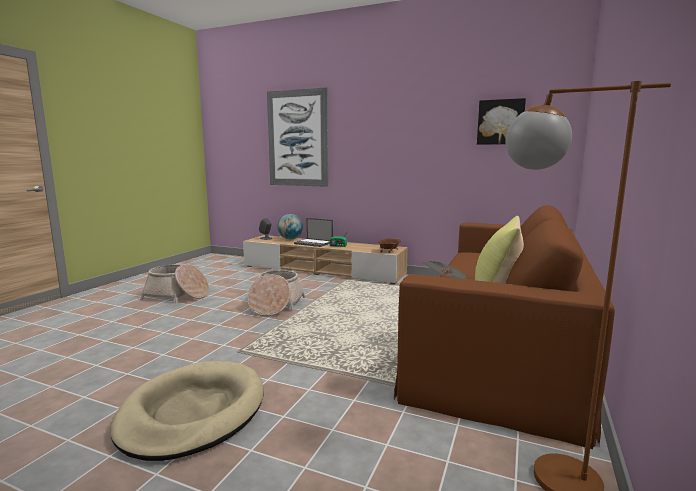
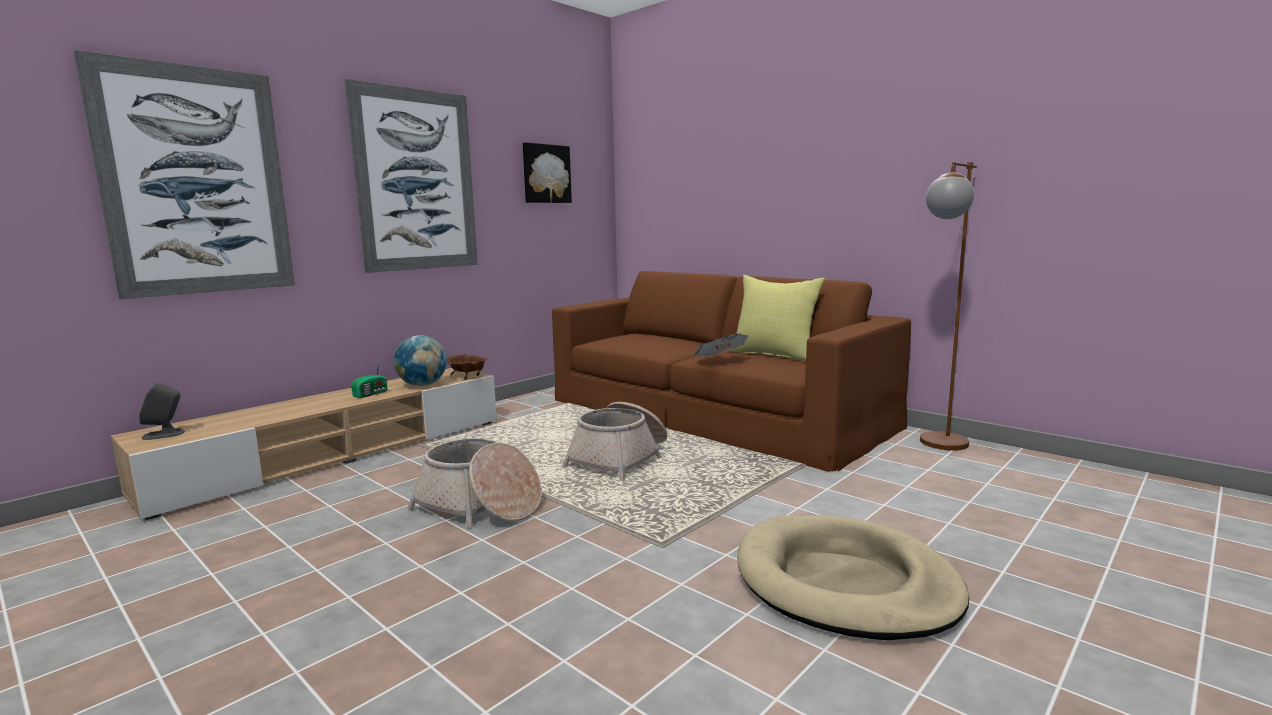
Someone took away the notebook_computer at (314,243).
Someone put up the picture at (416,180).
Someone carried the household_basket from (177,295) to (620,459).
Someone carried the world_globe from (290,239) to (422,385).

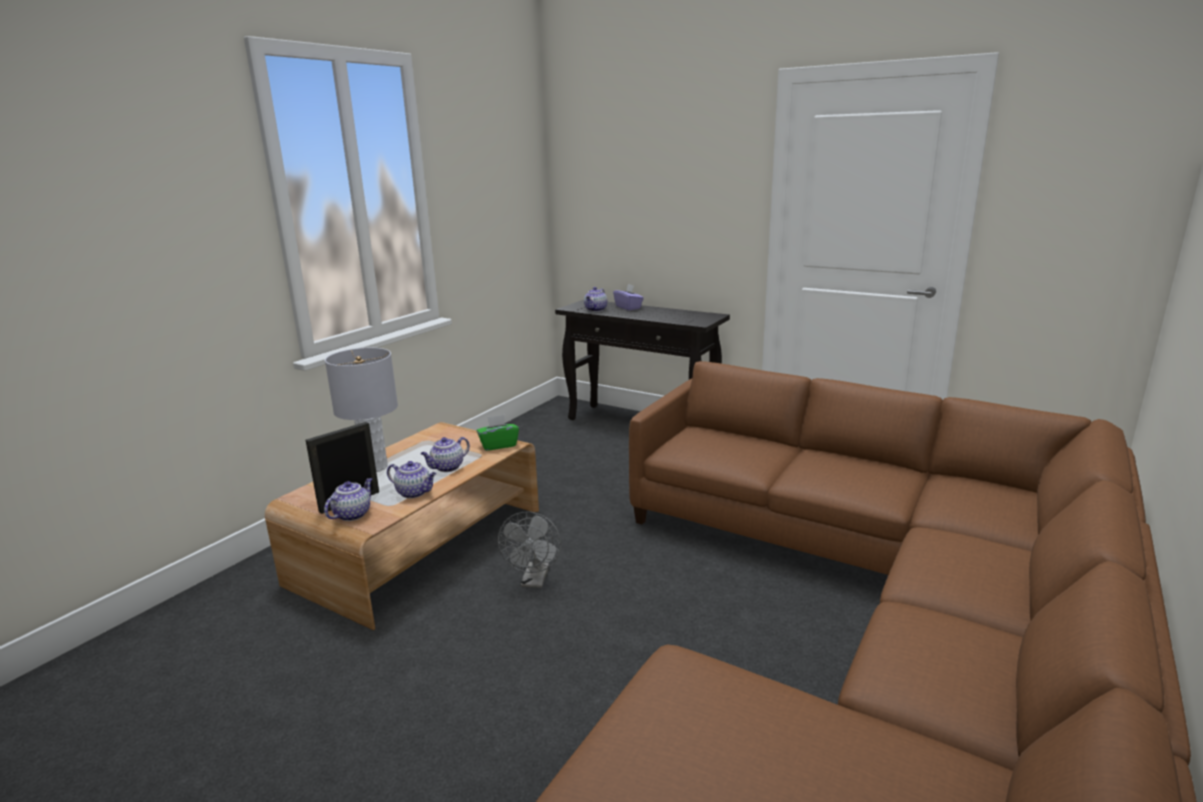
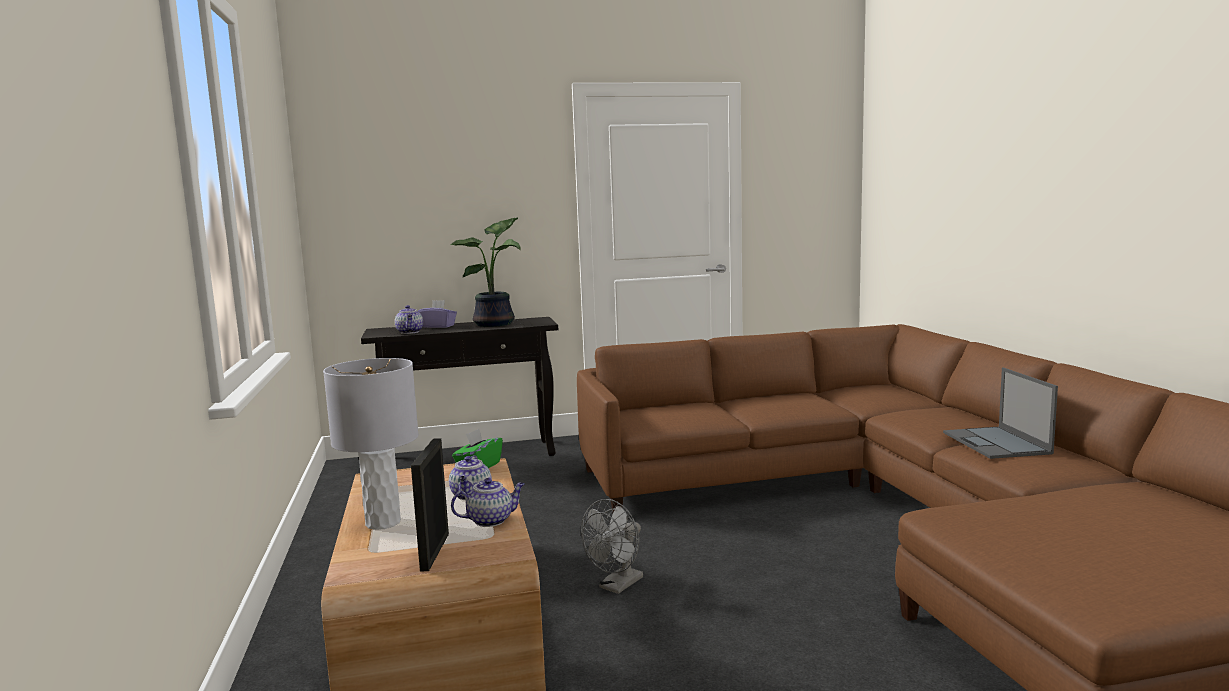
Someone took away the teapot at (352,514).
Someone put down the plant_in_a_pot at (497,324).
Someone put down the notebook_computer at (997,443).
Someone rotated the gray_fan at (534,581) by 75 degrees clockwise.

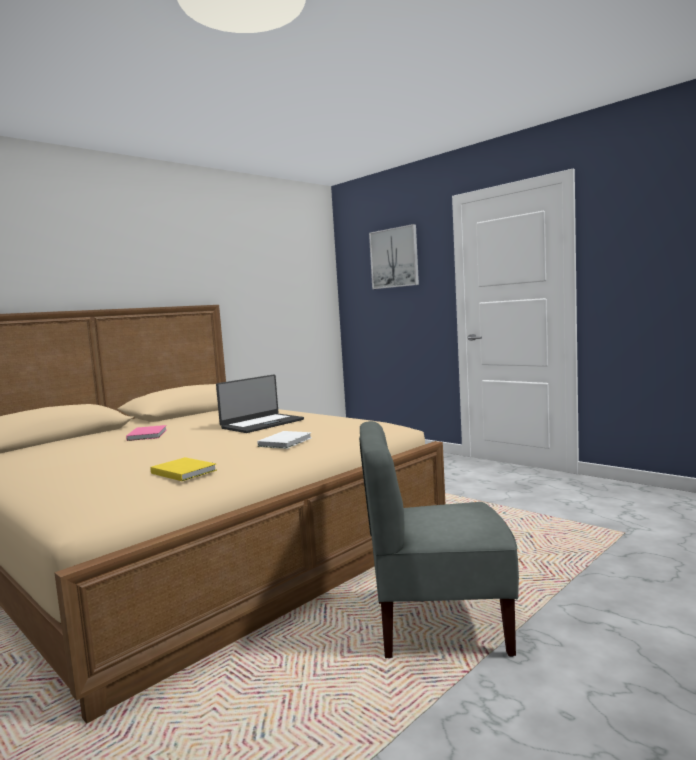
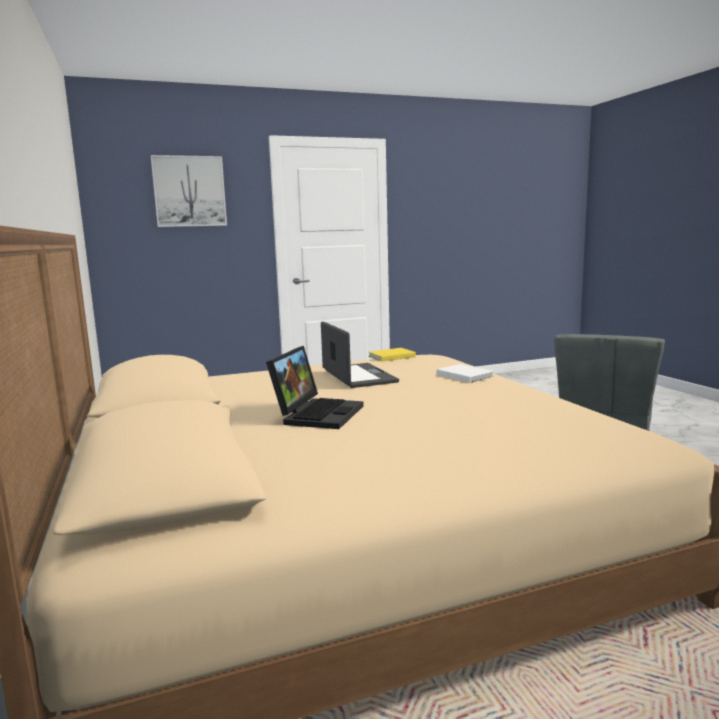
Someone carried the yellow-coloured_bound_book from (183,471) to (390,356).
Someone swapped the pink-coloured_bound_book at (148,435) for the notebook_computer at (317,413).

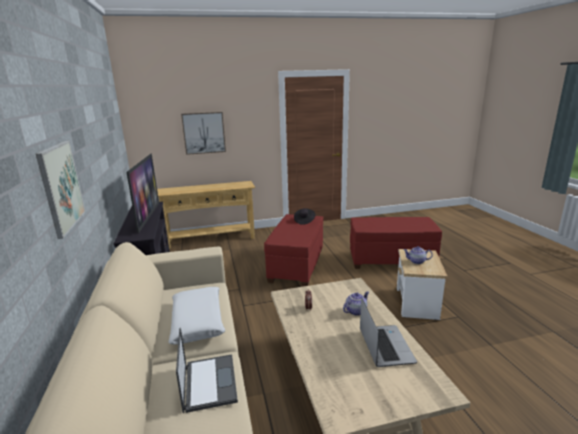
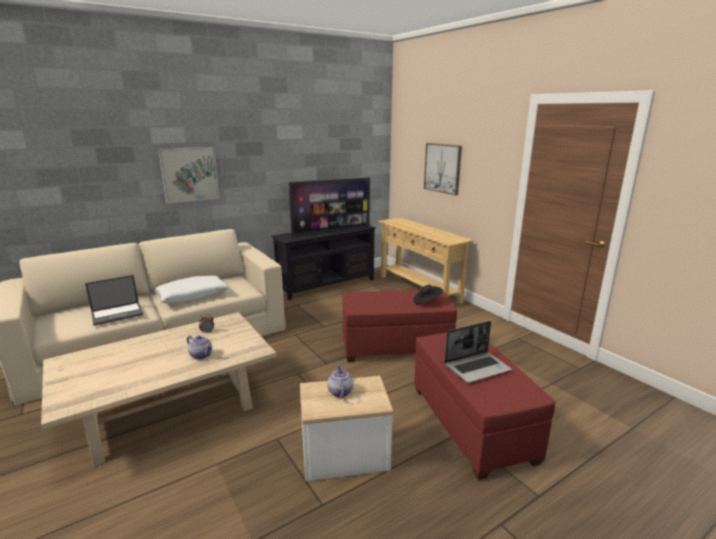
Someone carried the notebook_computer from (384,346) to (477,367).

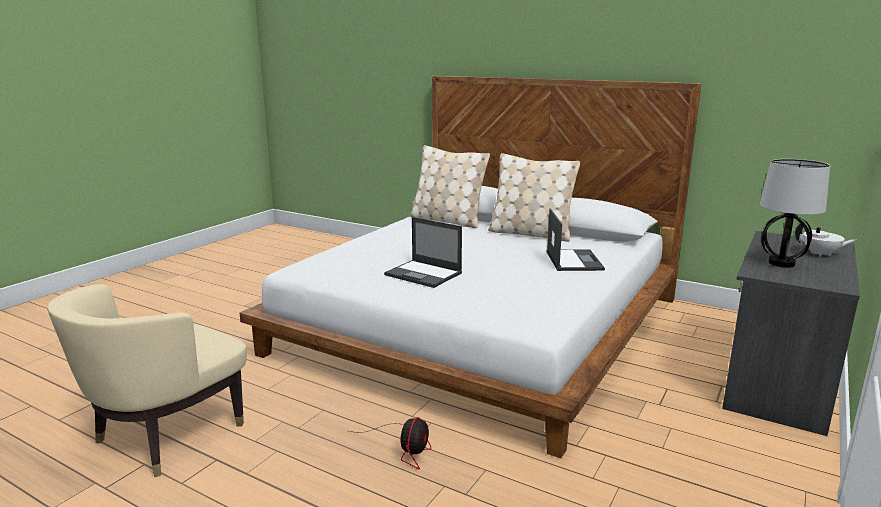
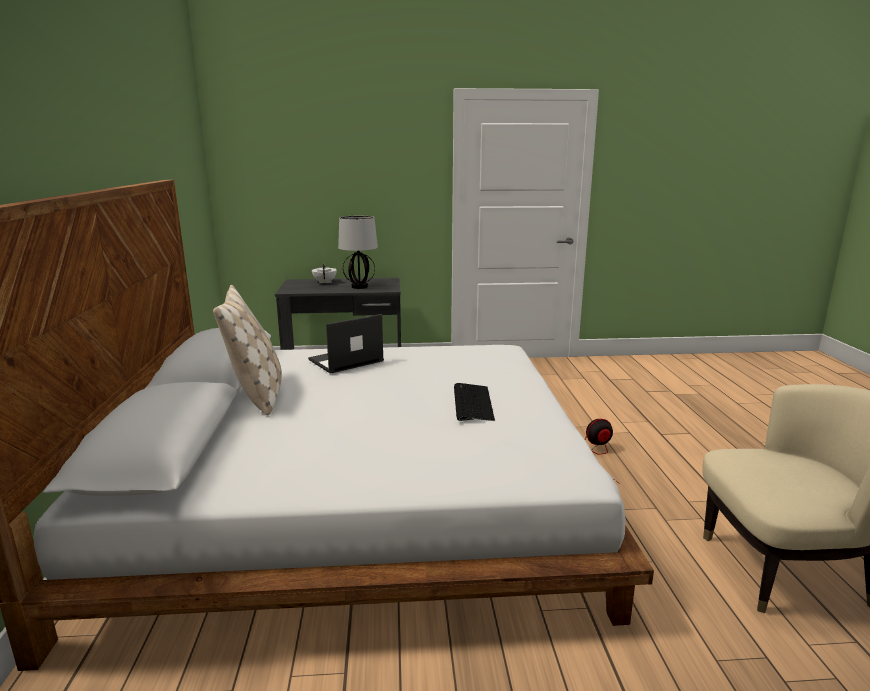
Someone took away the sand-coloured_cushion at (447,220).
Someone swapped the notebook_computer at (424,274) for the computer_keyboard at (472,403).

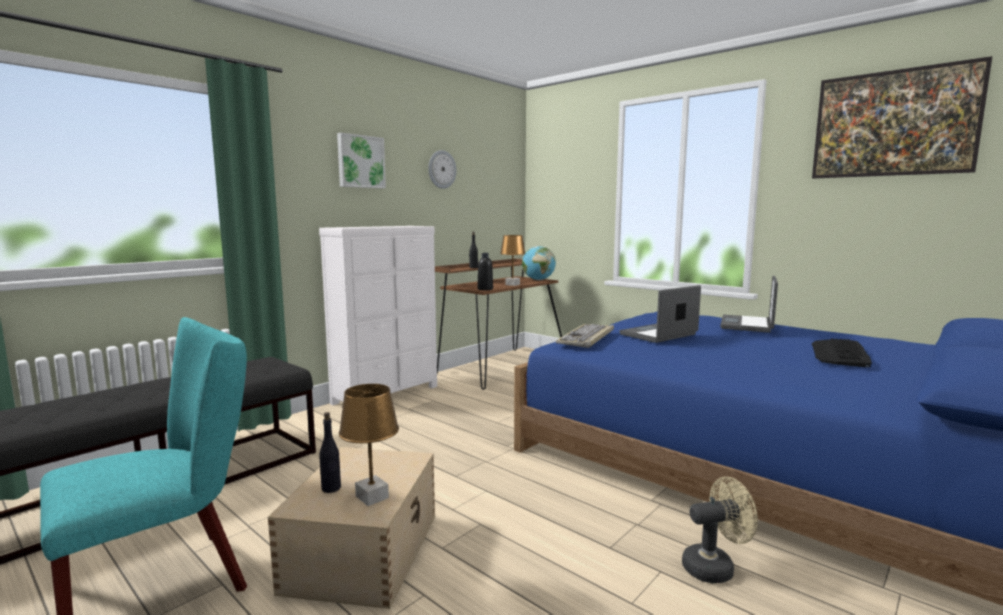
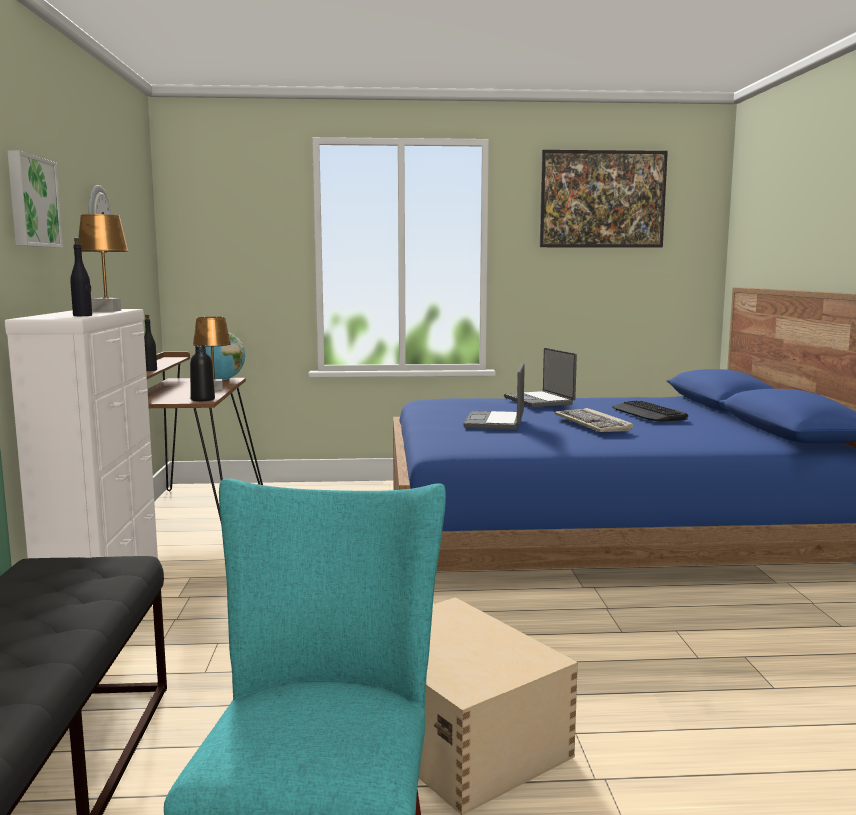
Someone took away the sand-coloured_fan at (715,567).
Someone carried the black_drink_bottle from (331,488) to (83,315).
Someone carried the brown_table_lamp from (372,497) to (107,311).
Someone carried the computer_keyboard from (587,338) to (593,424).

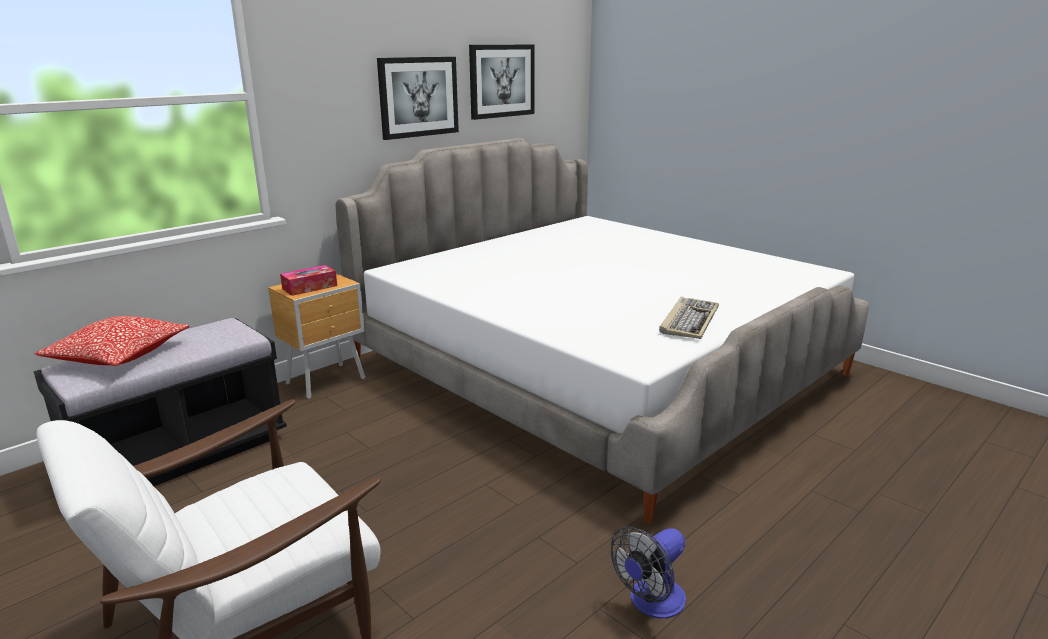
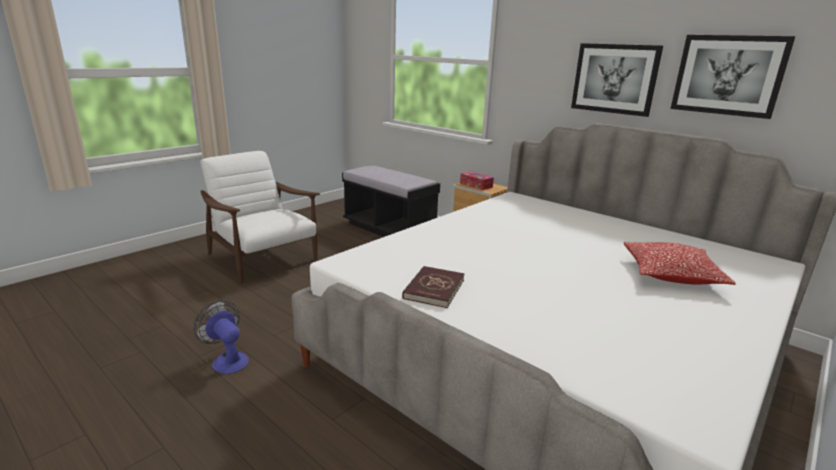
Someone carried the cushion from (119,355) to (671,275).
Someone swapped the computer_keyboard at (689,320) for the reddish_bound_book at (434,289).

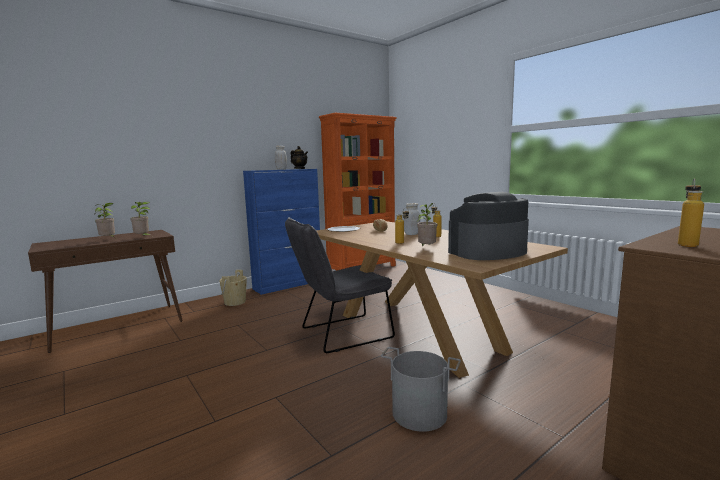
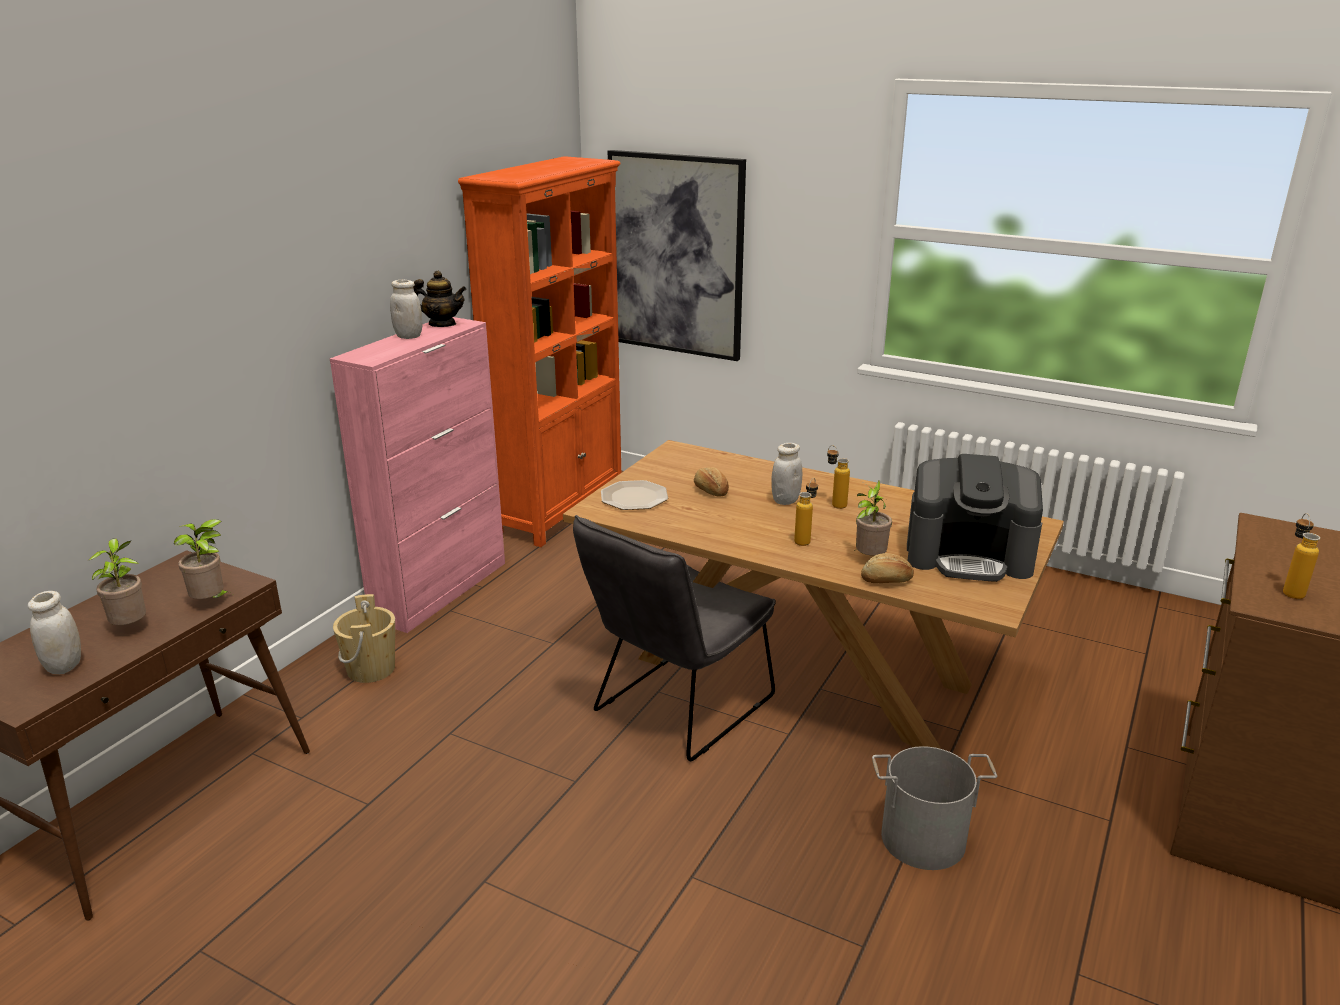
Someone put down the white_storage_jar at (64,666).
Someone put up the picture at (676,255).
Someone put down the bakery_bread at (887,580).
Someone repainted the blue-coloured_cabinet at (288,285), which became the pink-coloured_cabinet at (441,590).
Someone rotated the coffee_machine at (487,252) by 120 degrees counterclockwise.

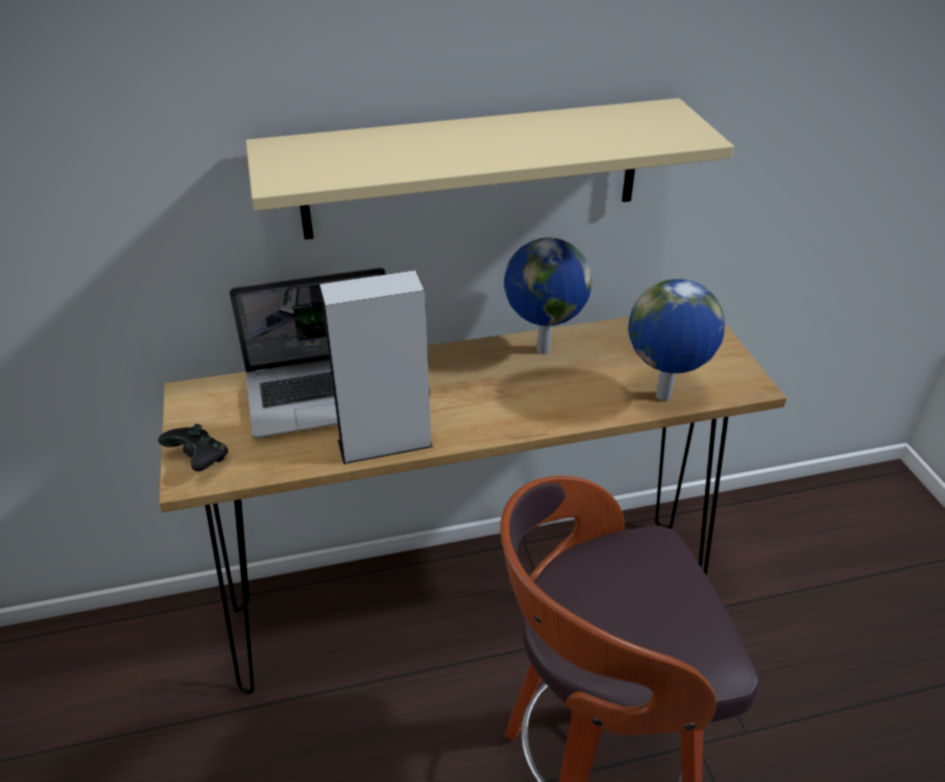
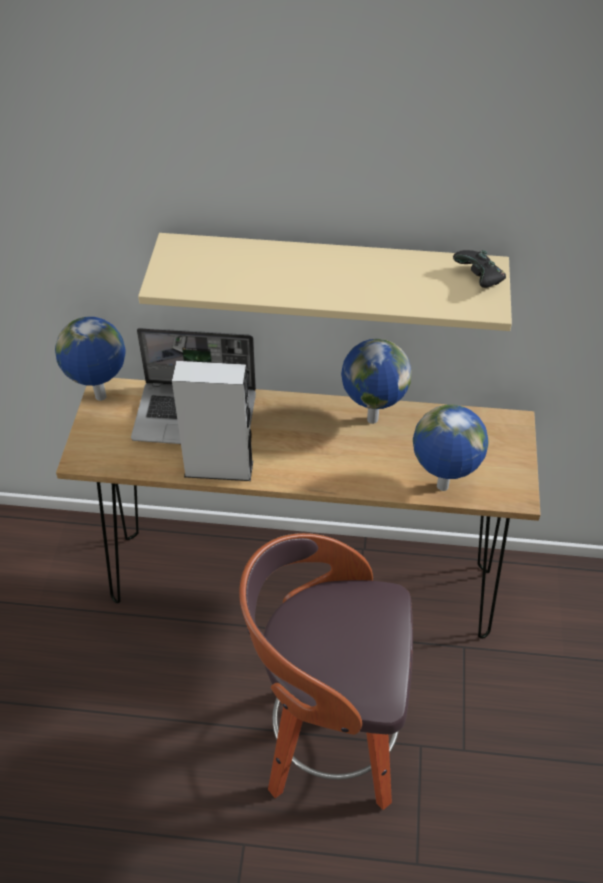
Someone put down the world_globe at (101,397).
Someone carried the black_joypad from (199,460) to (479,279).

